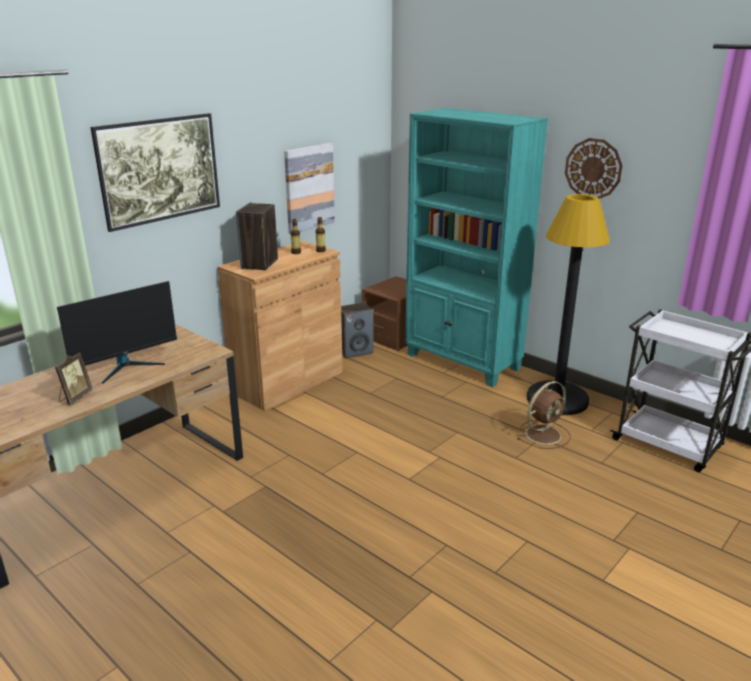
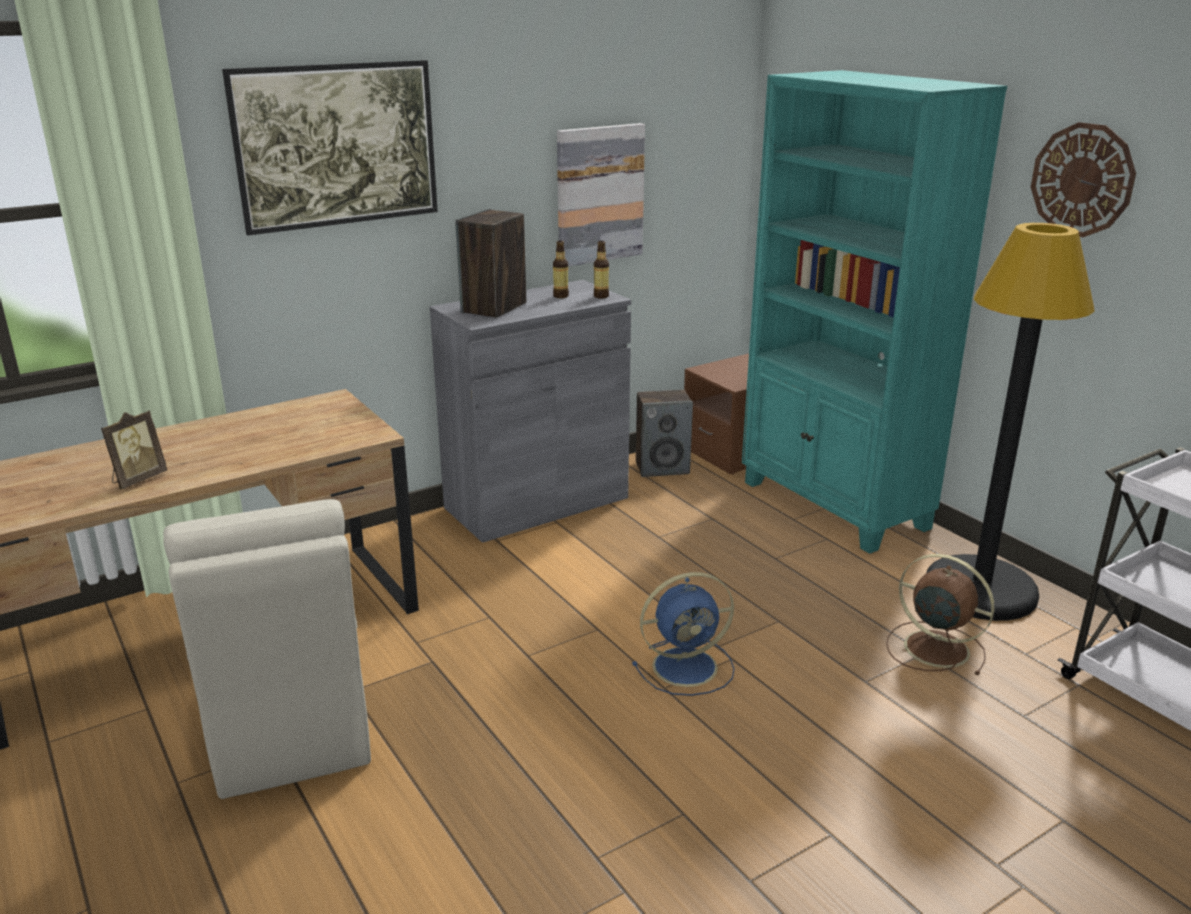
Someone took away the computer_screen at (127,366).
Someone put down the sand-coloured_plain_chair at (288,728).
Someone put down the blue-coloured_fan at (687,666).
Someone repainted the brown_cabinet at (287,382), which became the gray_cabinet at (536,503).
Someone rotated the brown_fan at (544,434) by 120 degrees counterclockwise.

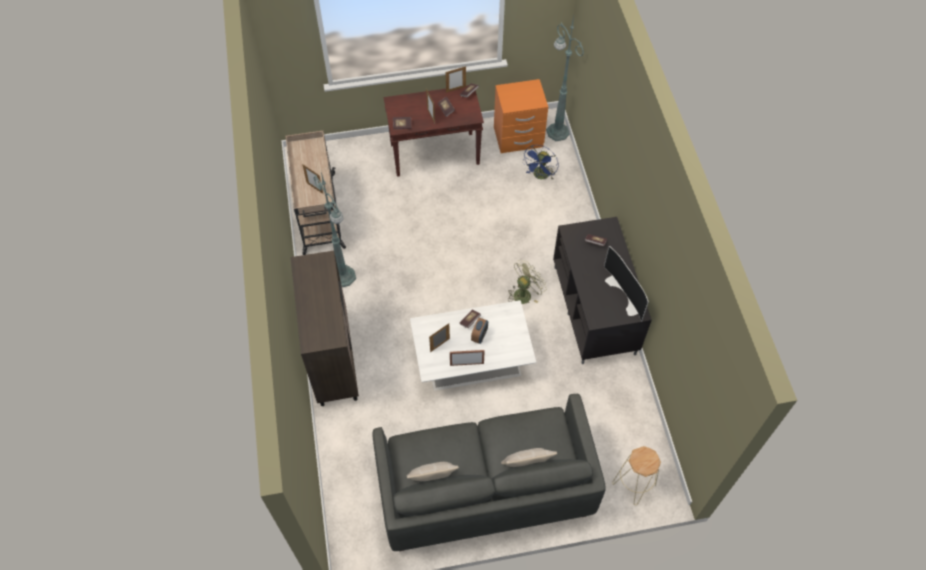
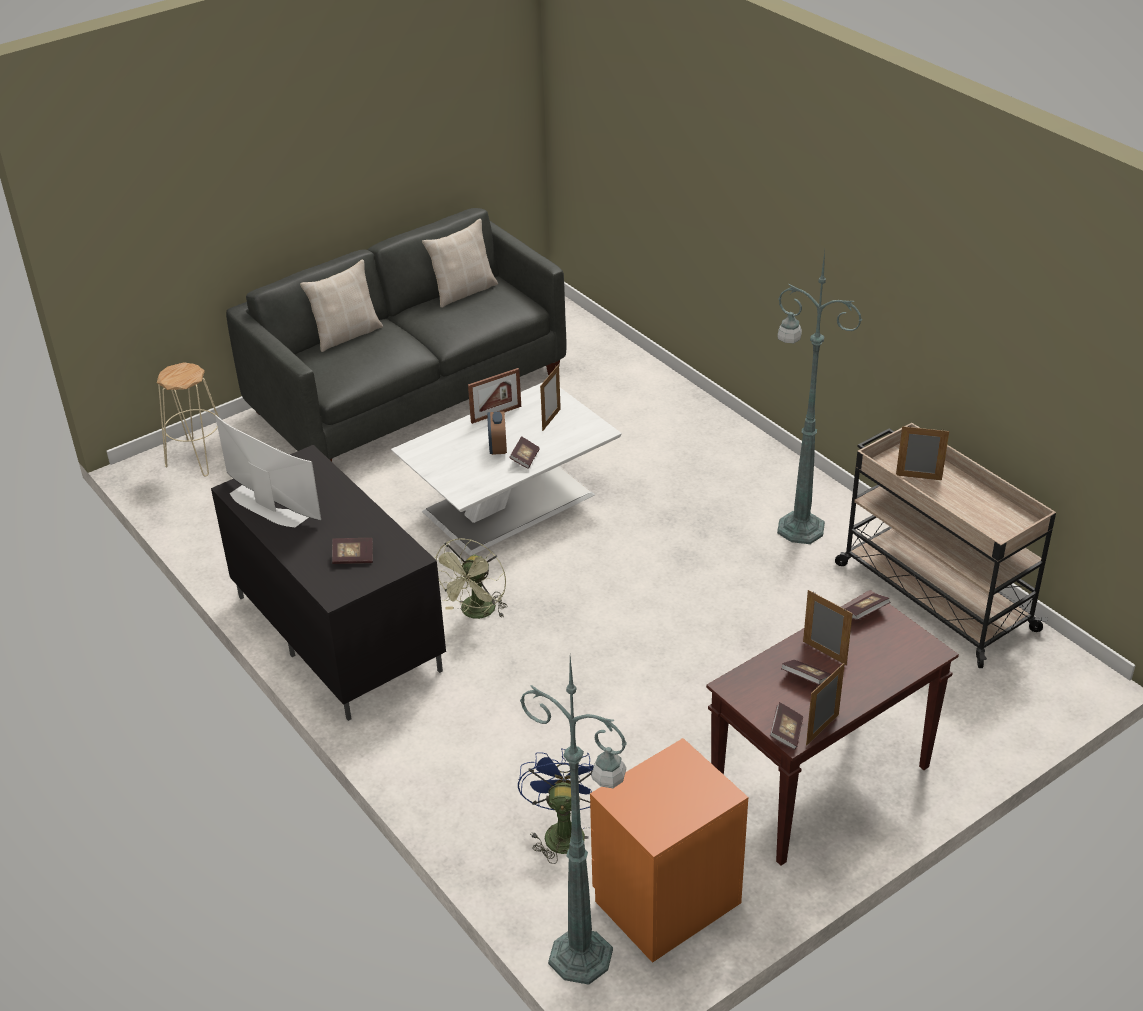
Someone took away the brown_cabinet at (333,359).

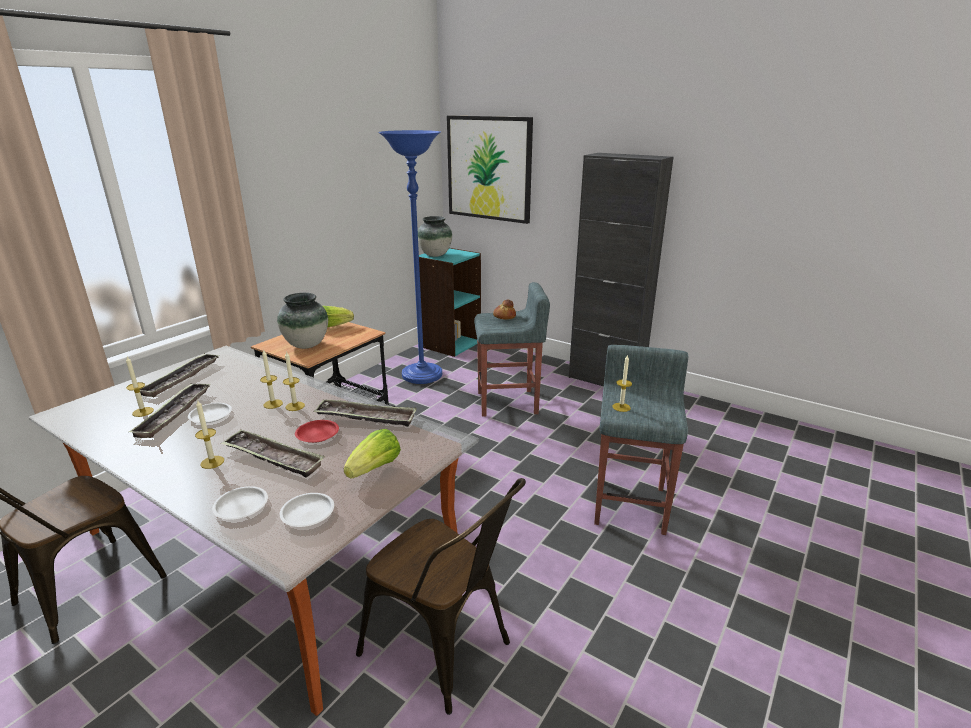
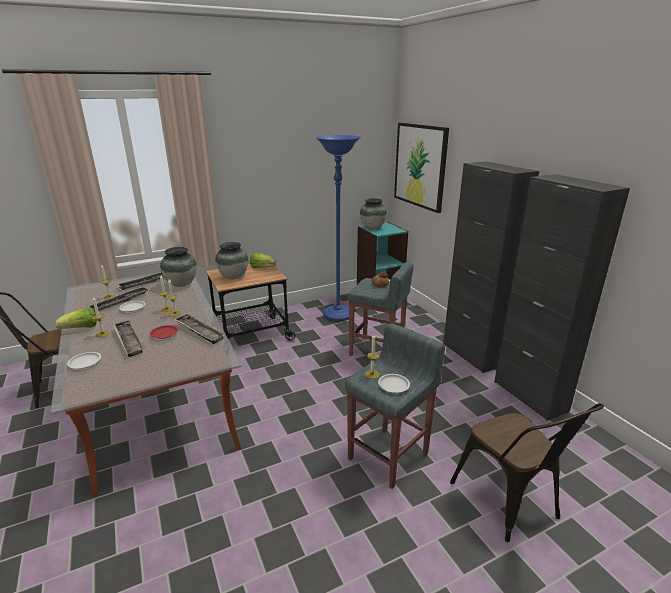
Someone put down the flower_vase at (182,284).
Someone put down the black_cabinet at (530,396).
Someone carried the white_dinner_plate from (308,513) to (394,385).
Someone carried the lettuce_head from (375,469) to (81,328).
Someone carried the brown_plain_chair from (445,651) to (510,504).

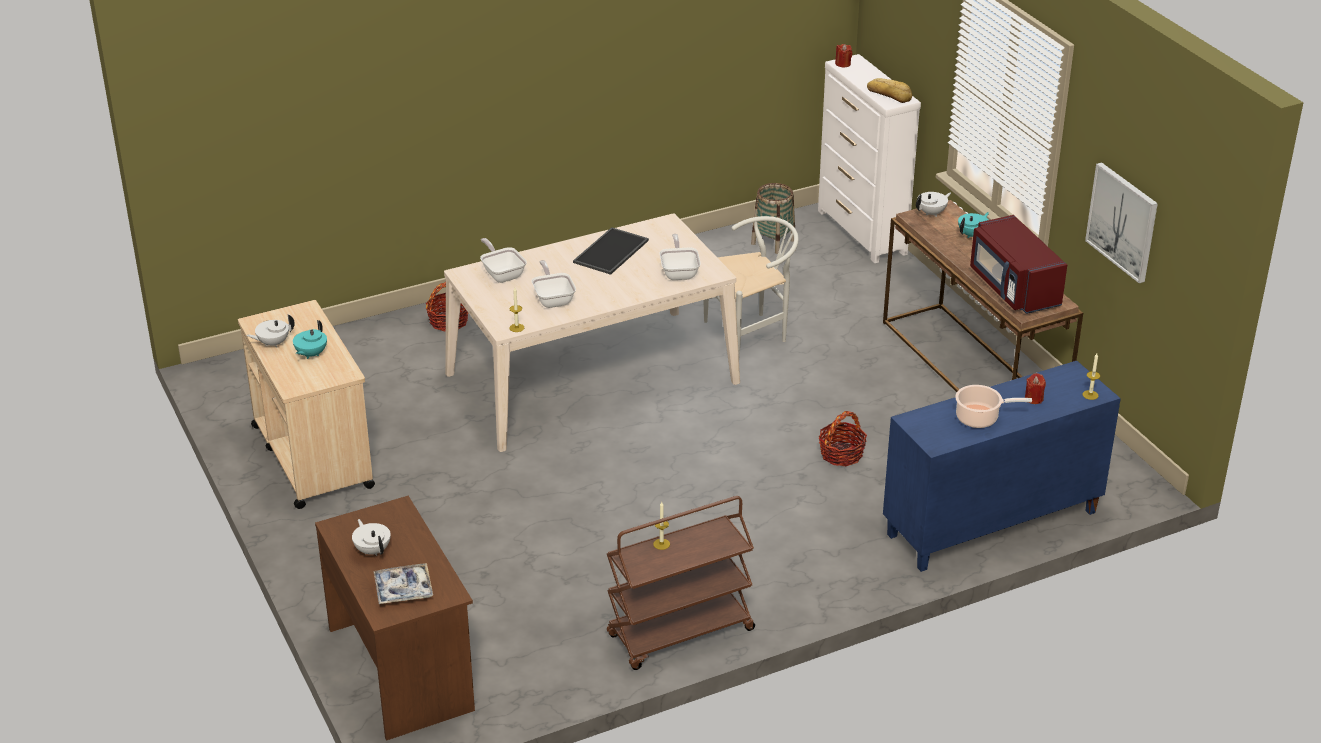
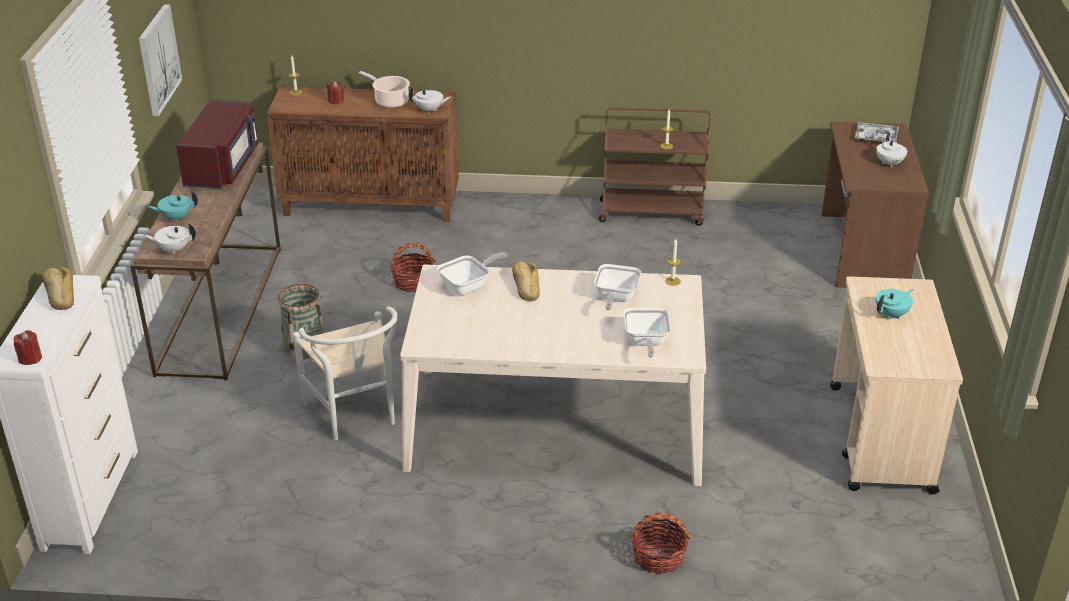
Someone took away the serving_tray at (611,252).
Someone put down the bakery_bread at (526,286).
Someone carried the white_teapot from (273,343) to (429,110).
Someone carried the household_basket from (773,242) to (305,349).
Someone repainted the blue-coloured_cabinet at (991,524), which became the brown_cabinet at (371,205).
Someone rotated the pan at (679,272) by 150 degrees counterclockwise.
Someone rotated the white_plain_chair at (752,333) by 120 degrees counterclockwise.

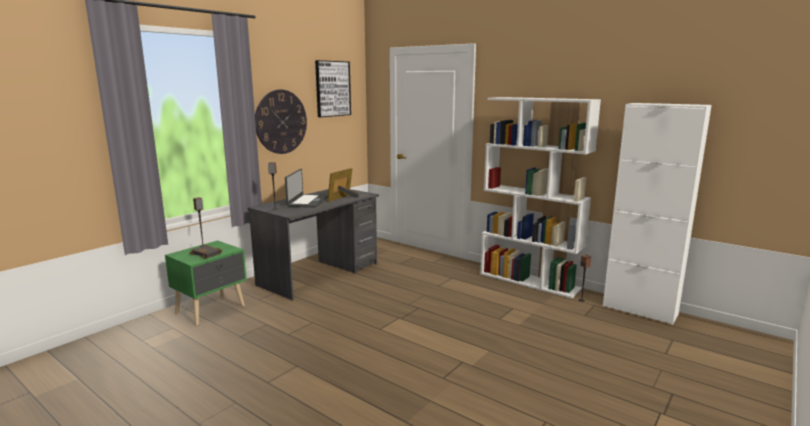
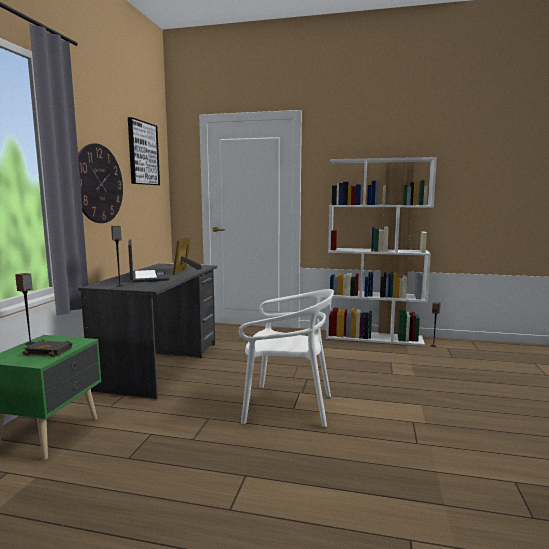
Someone took away the white_cabinet at (639,310).
Someone put down the white_plain_chair at (287,407).

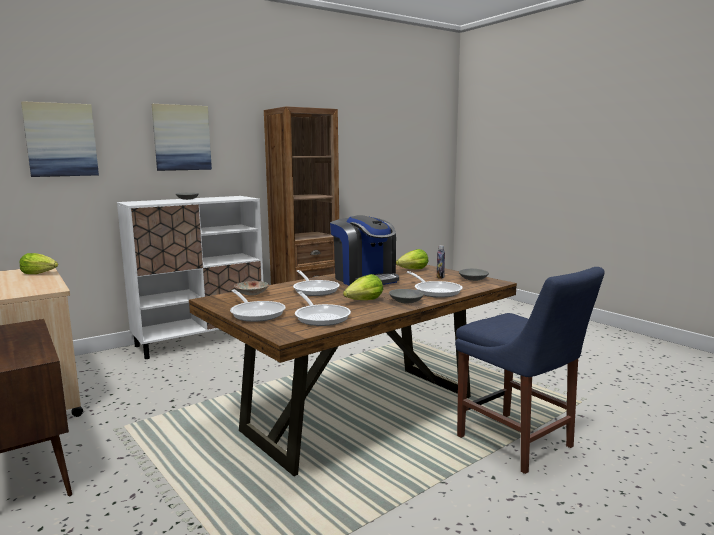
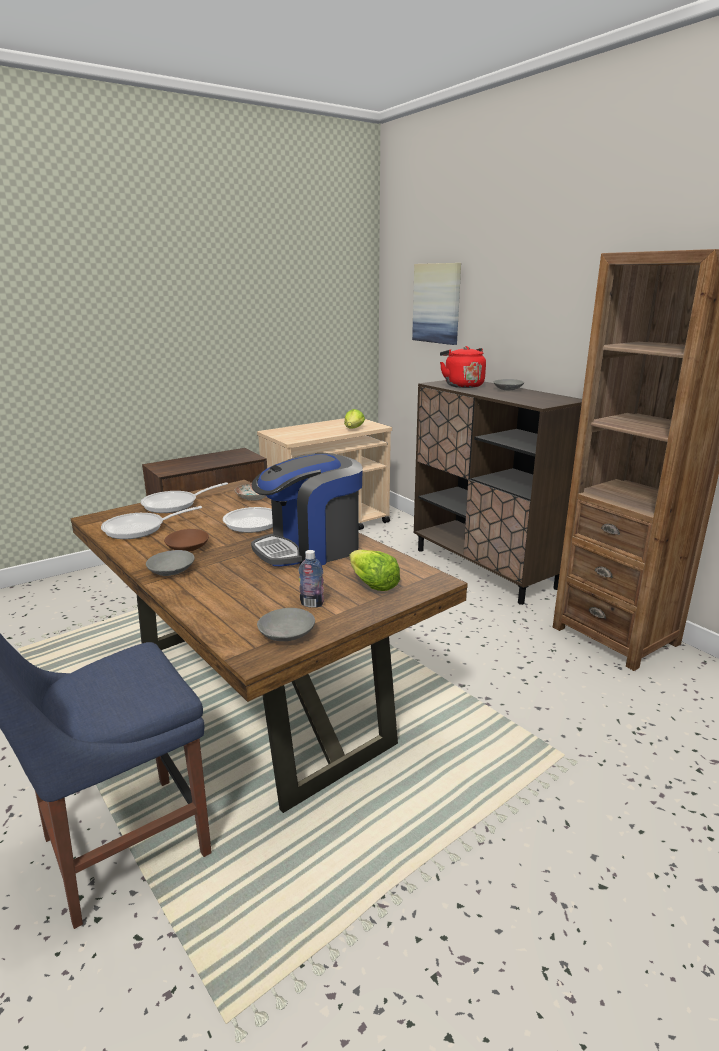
Someone took away the picture at (182,138).
Someone took away the pan at (435,291).
Someone put down the reddish_kettle at (462,385).
Someone swapped the lettuce_head at (364,301) for the brown_bowl at (188,548).
Someone repainted the white_cabinet at (200,340), which became the brown_cabinet at (484,568).

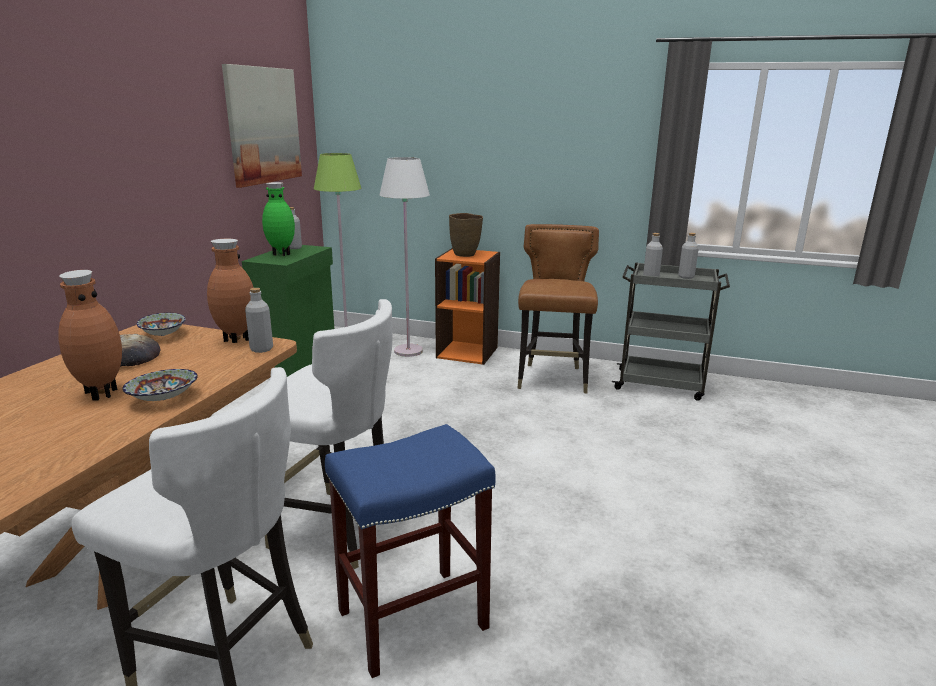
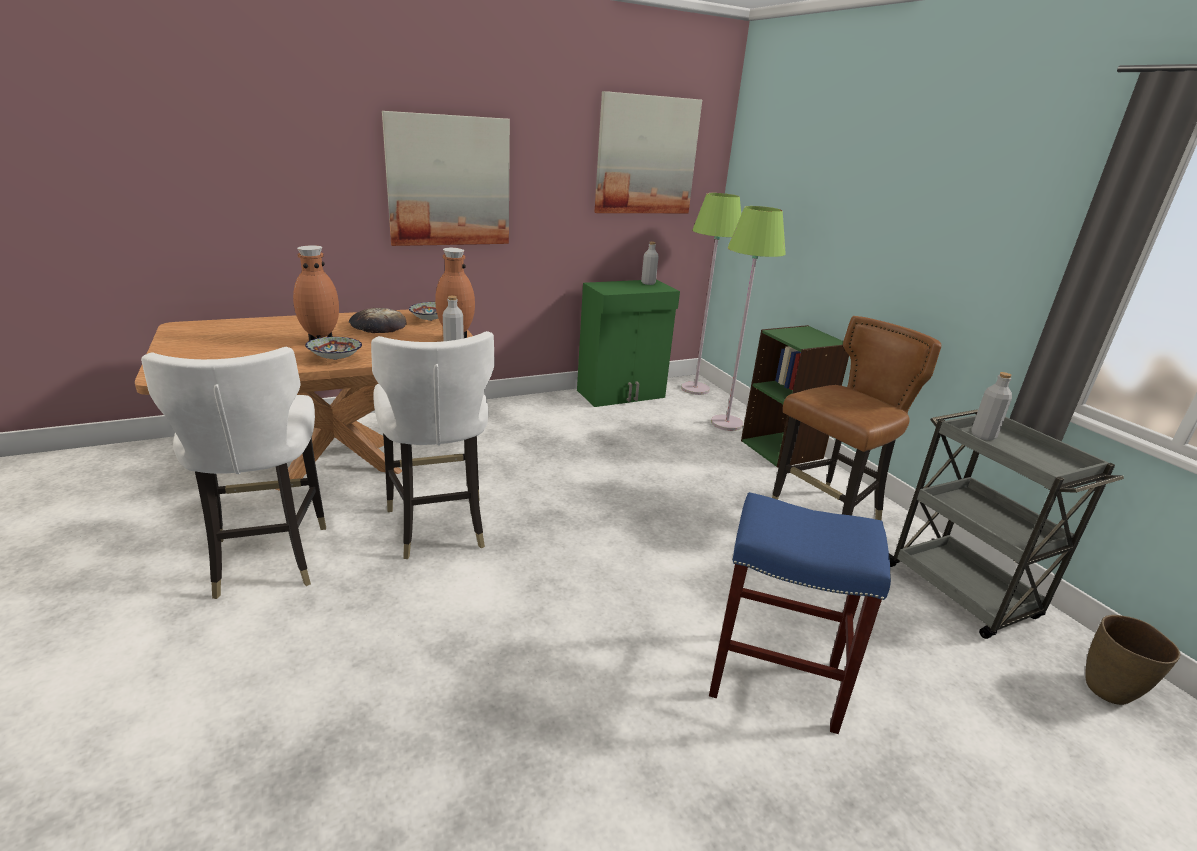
Someone took away the greenish_flower_vase at (281,254).
Someone took away the gray_drink_bottle at (686,277).
Someone put up the picture at (449,181).
Someone carried the blue-coloured_stool_seat from (414,618) to (777,679).
Someone carried the brown_flower_vase from (465,254) to (1109,691).
Someone repainted the white_standard_lamp at (408,351), which became the greenish_standard_lamp at (727,423).
Someone repainted the orangey_bookshelf at (467,352), which became the greenish_bookshelf at (782,449).

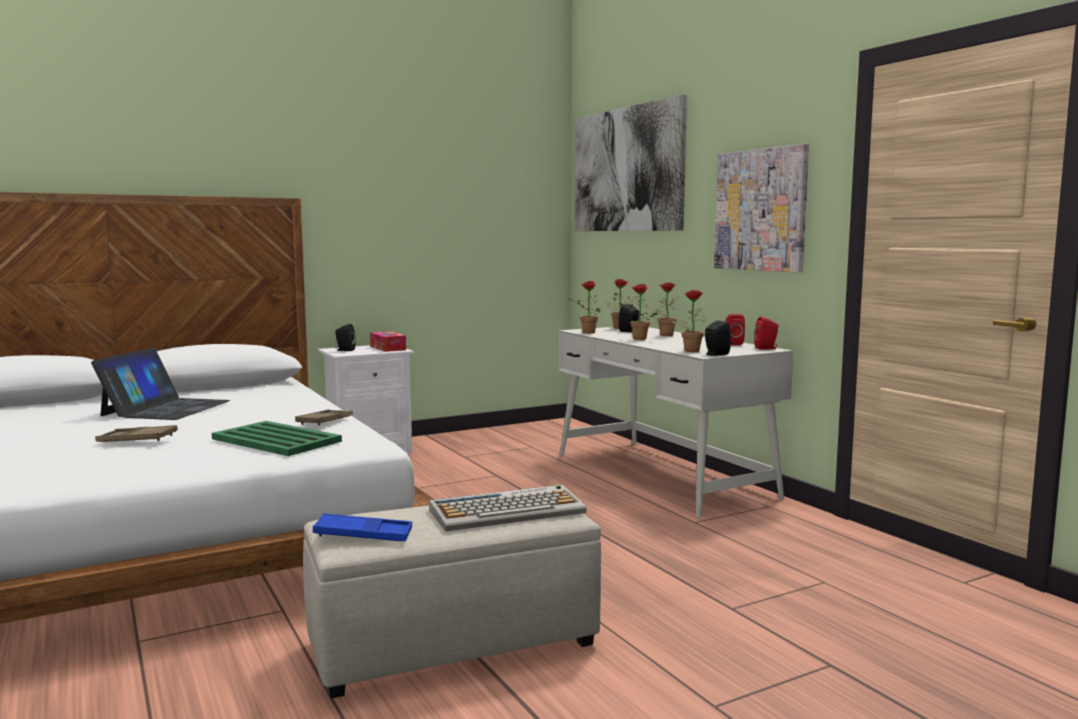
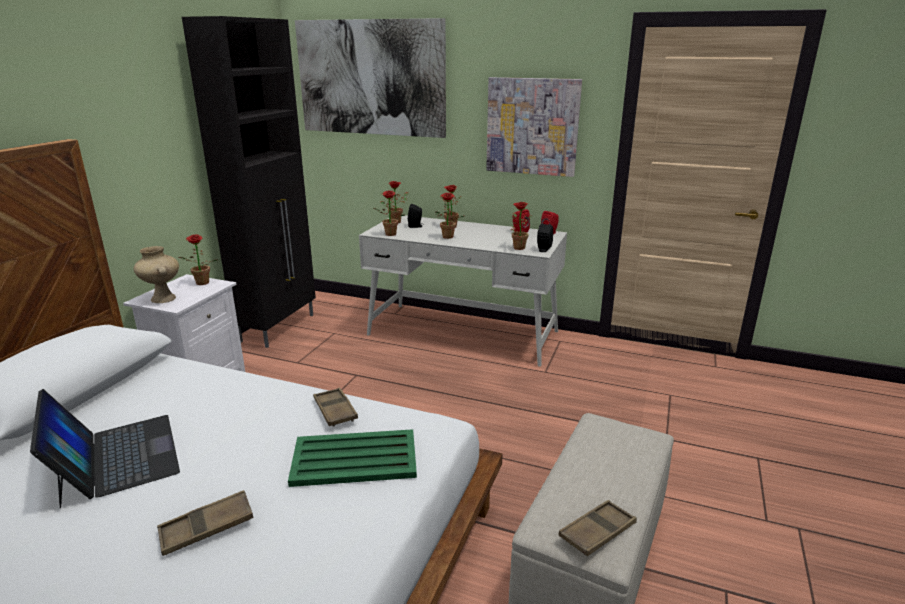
Someone took away the computer_keyboard at (508,511).
Someone put down the black_cabinet at (279,327).
Someone swapped the black_loudspeaker at (344,350) for the sand-coloured_flower_vase at (162,298).
Someone swapped the box_of_tissues at (387,348) for the plant_in_a_pot at (201,284).
Someone repainted the blue-coloured_serving_tray at (363,535), which became the brown_serving_tray at (597,532).

